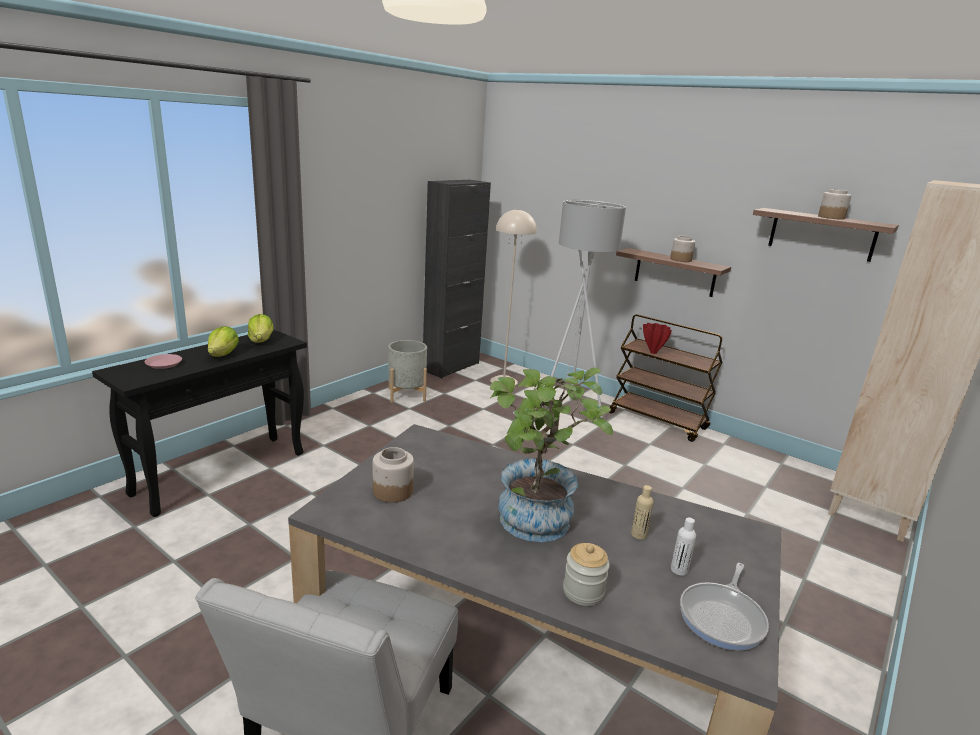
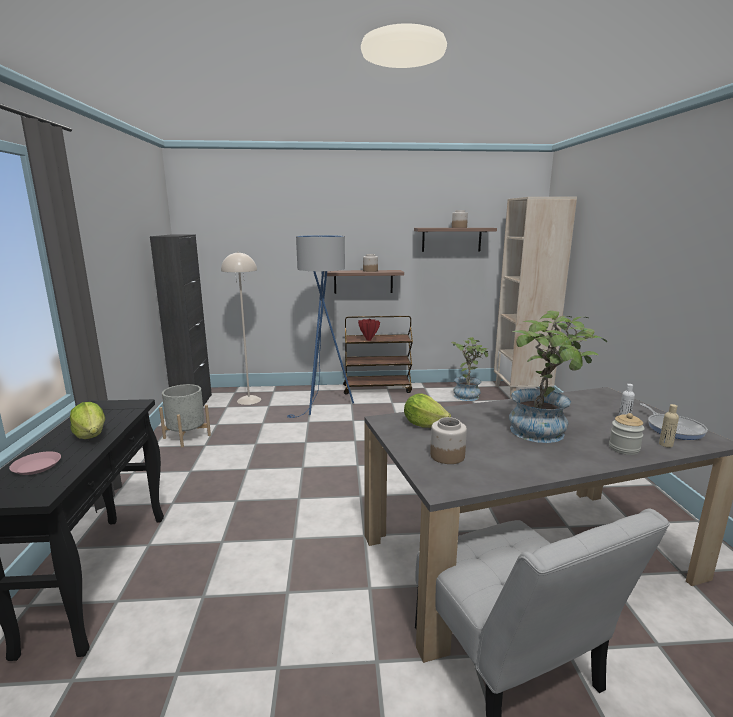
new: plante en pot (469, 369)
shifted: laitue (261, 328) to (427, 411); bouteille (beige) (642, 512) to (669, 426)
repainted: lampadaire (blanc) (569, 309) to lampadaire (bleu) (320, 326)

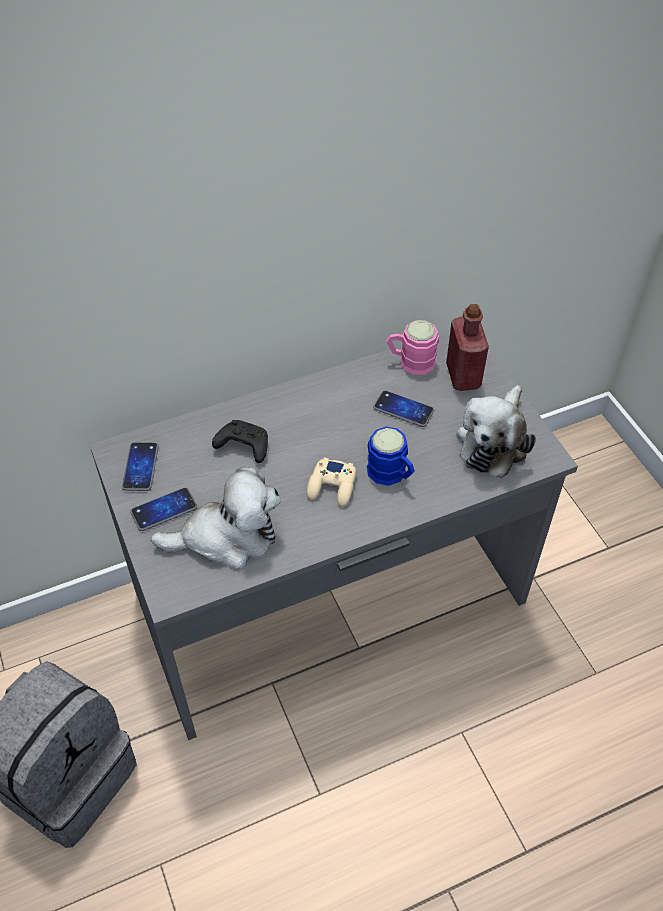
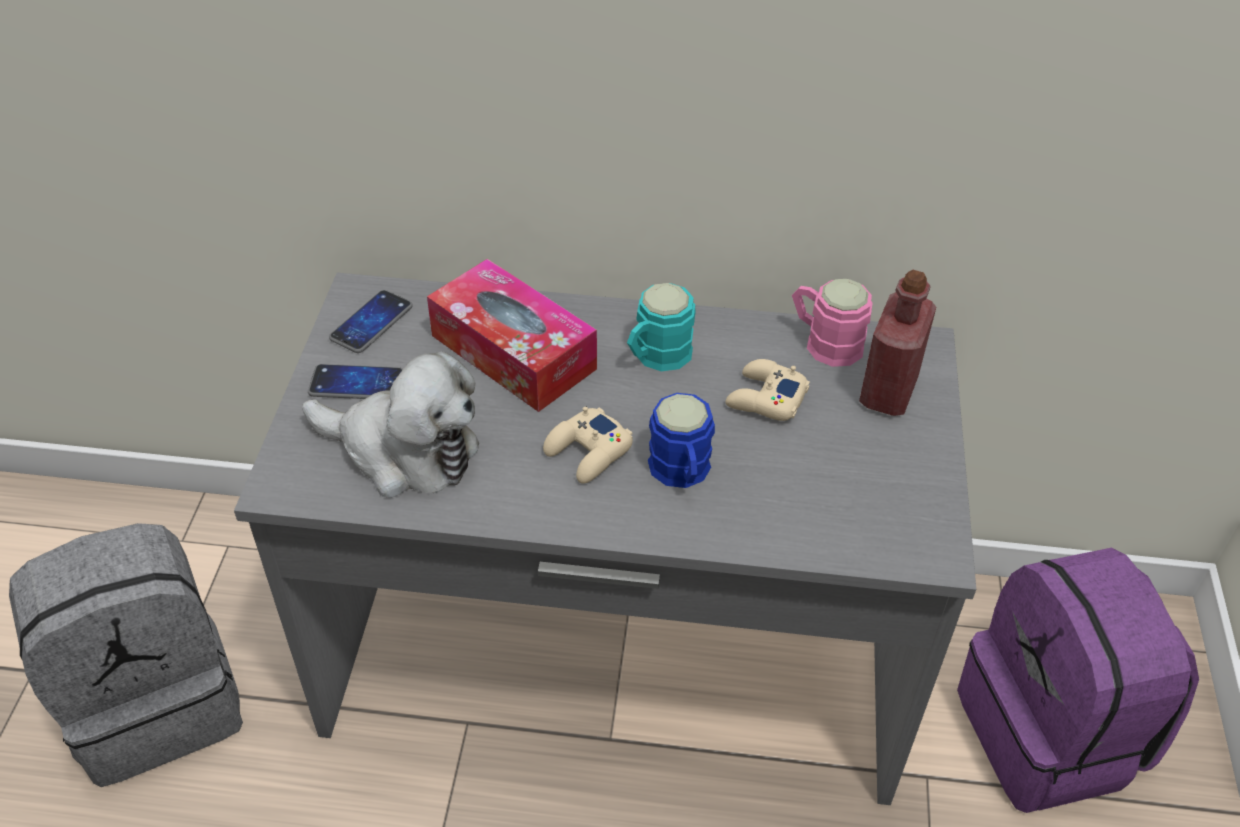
gone: peluche (496, 431)
new: mug (turquoise) (661, 327); sac à dos (violet) (1078, 680)
swapped: manette (noir) (240, 441) to boîte à mouchoirs (512, 335); téléphone (403, 408) to manette (beige) (767, 390)

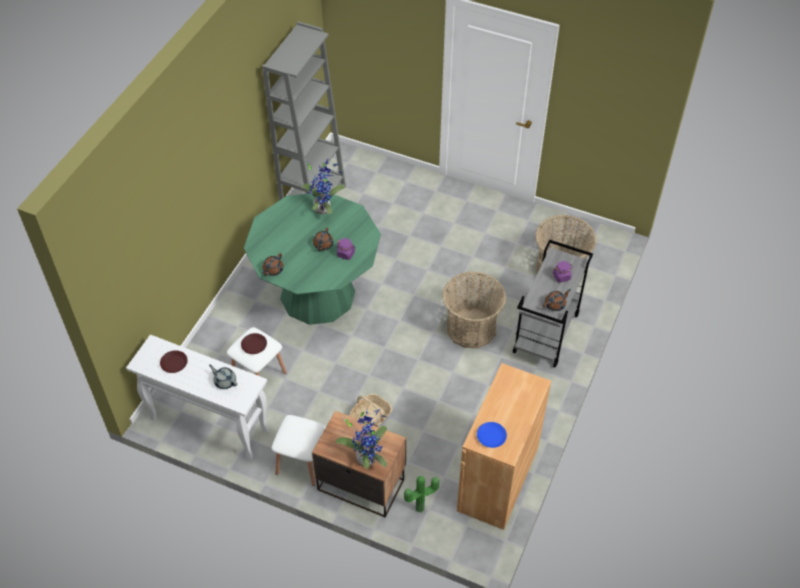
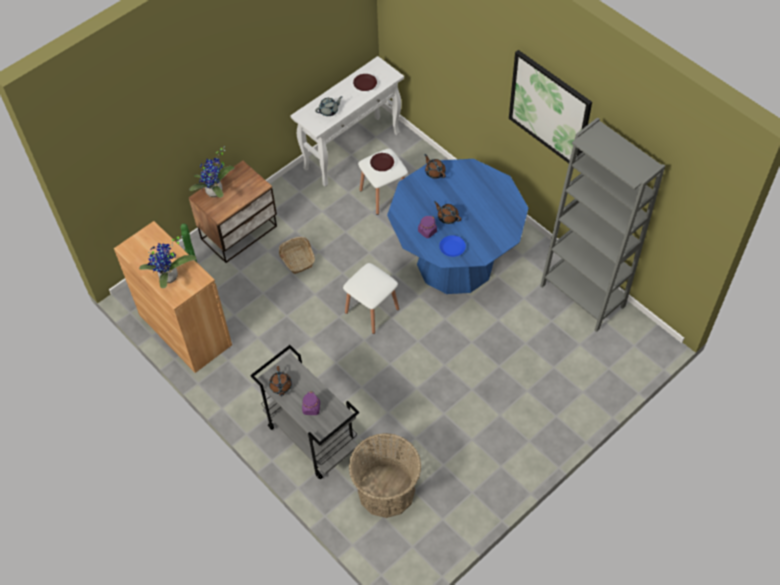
gone: panier (474, 310)
new: tableau (550, 106)
shifted: tabouret (blanc) (299, 450) to (371, 298); plante en pot (323, 186) to (167, 262); assiette (bleu) (492, 435) to (452, 246)
repainted: table à manger (vert) (312, 258) to table à manger (bleu) (457, 226)

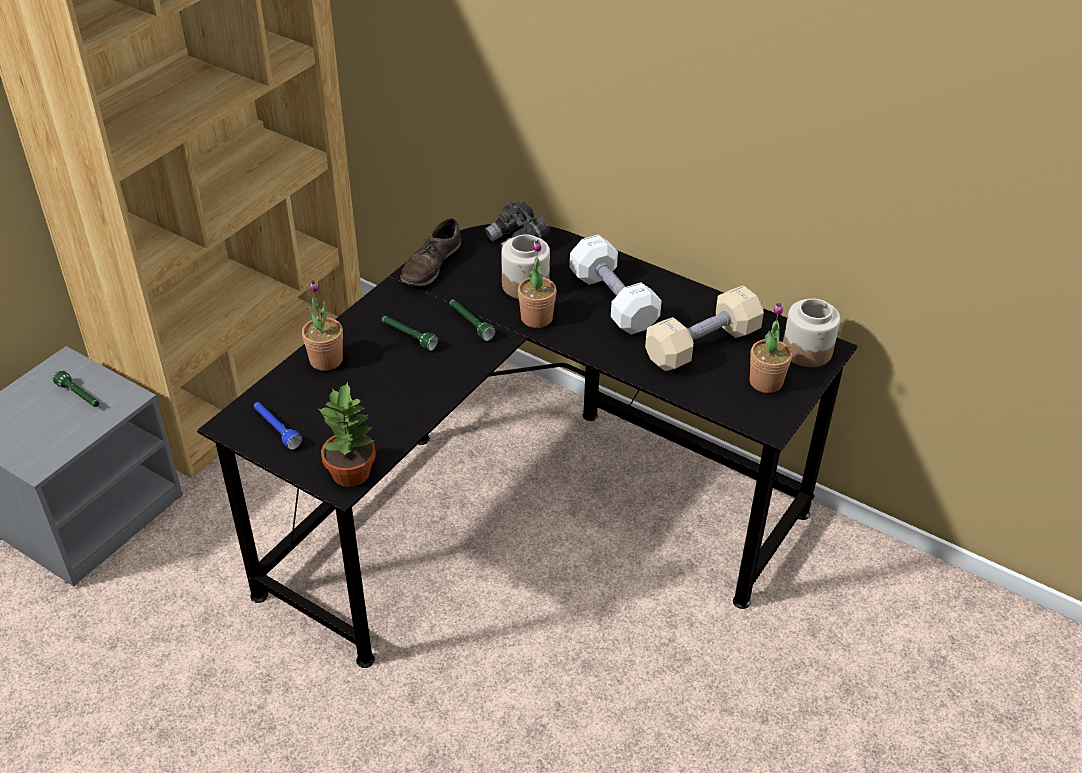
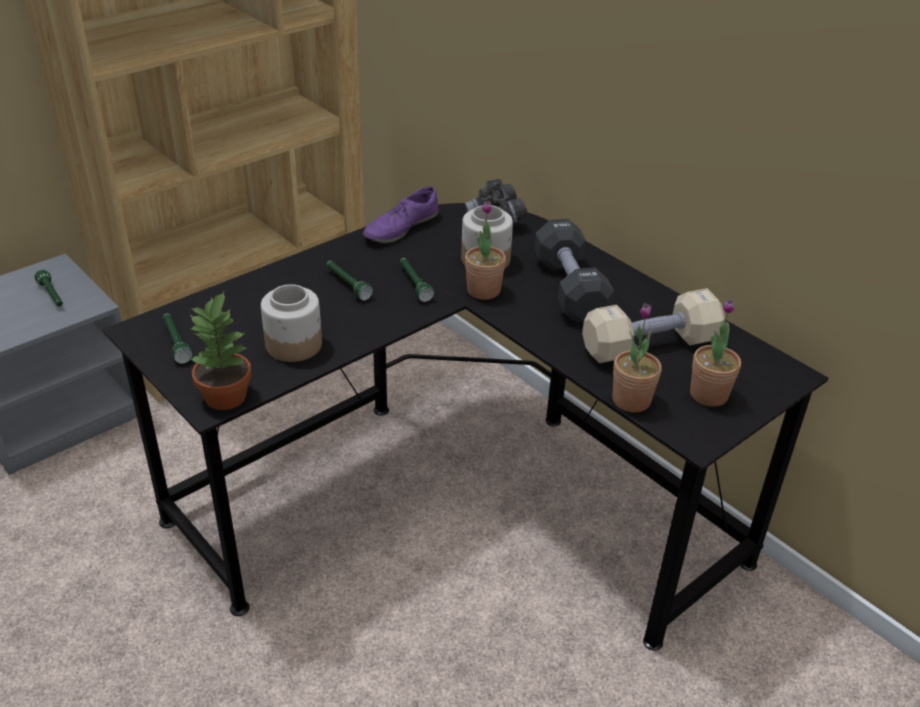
shifted: plante en pot (322, 325) to (637, 358); bocal (811, 332) to (291, 323)
repainted: lampe de poche (bleu) (278, 426) to lampe de poche (vert) (178, 338); chaussure (marron) (430, 252) to chaussure (violet) (401, 214); haltère (blanc) (616, 285) to haltère (noir) (574, 270)

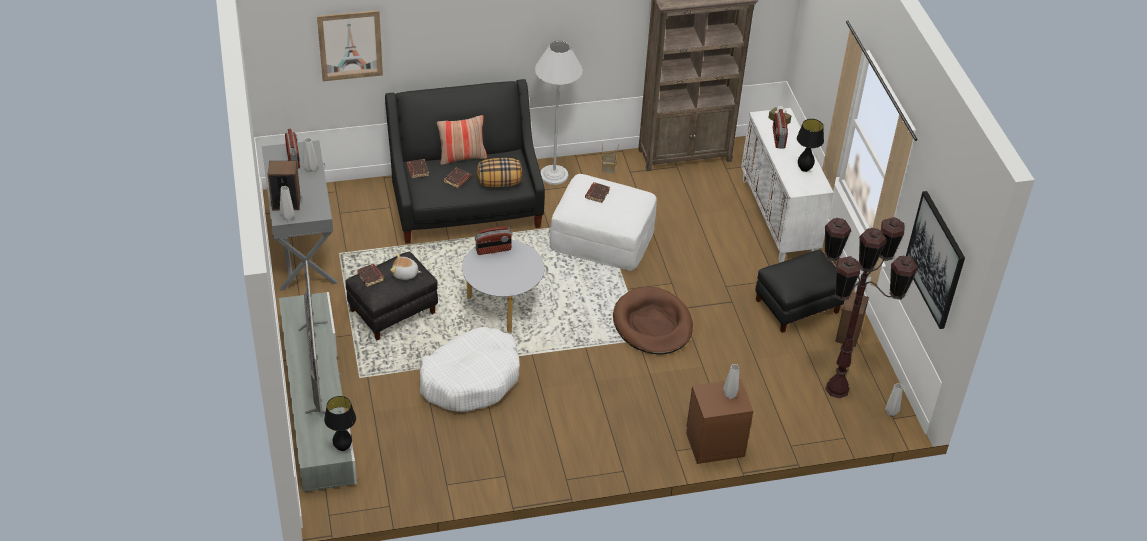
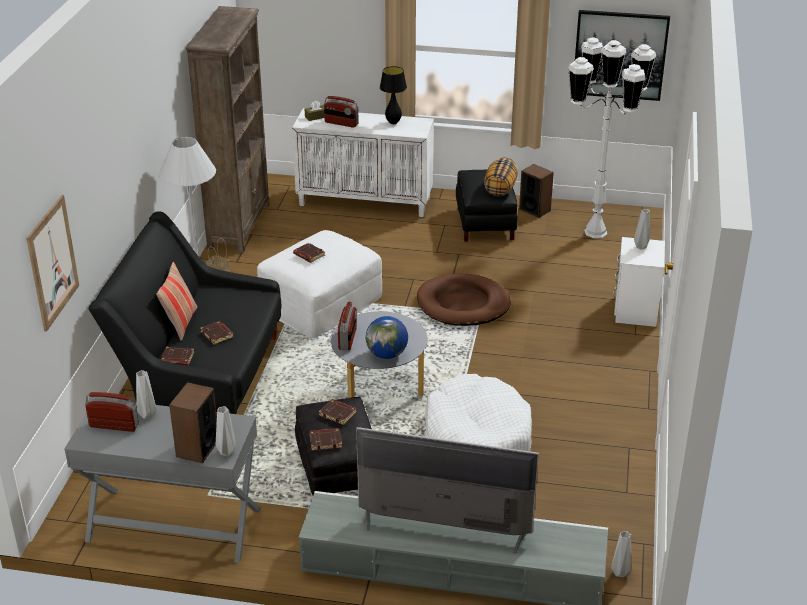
gone: lampe de table (noir) (340, 423)
new: globe (387, 337)
shifted: coussin (499, 172) to (501, 176); vase (gris) (894, 399) to (621, 554)
swapped: peluche (406, 267) to livre (marron) (338, 412)
repainted: table de chevet (marron) (719, 421) to table de chevet (blanc) (639, 282); lampadaire (marron) (871, 307) to lampadaire (blanc) (612, 137)

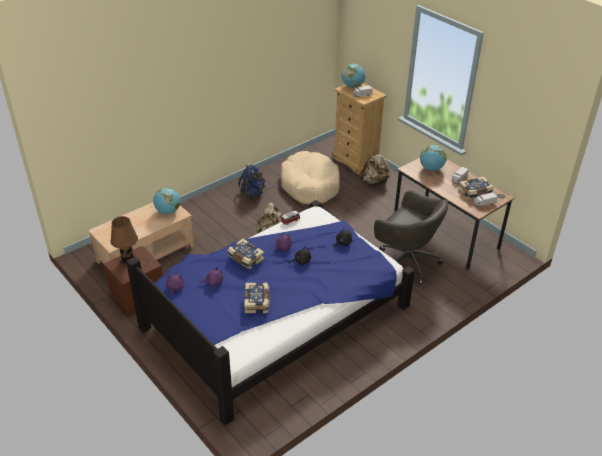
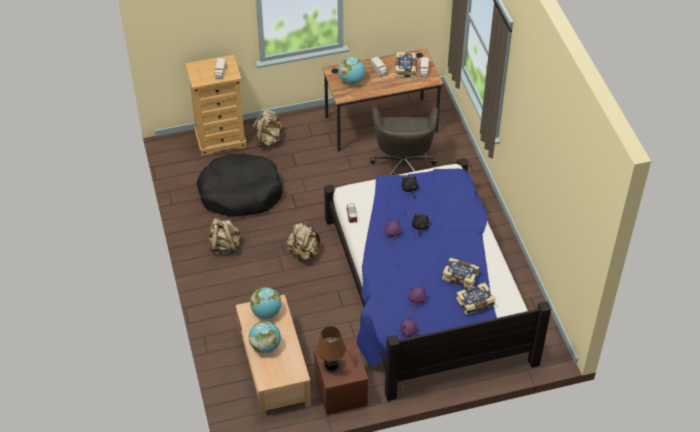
shifted: livre (246, 254) to (476, 299); globe (353, 76) to (265, 337)
repainted: sac à dos (bleu) (251, 182) to sac à dos (beige) (225, 236); panier pour chien (beige) (310, 177) to panier pour chien (noir) (240, 185)
rotated: chaise de bureau (gris) (411, 237) = (404, 140) 120 degrees clockwise

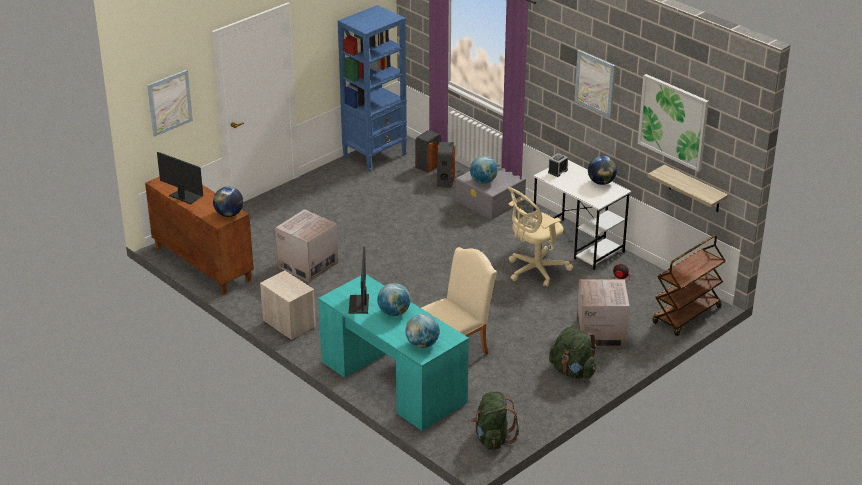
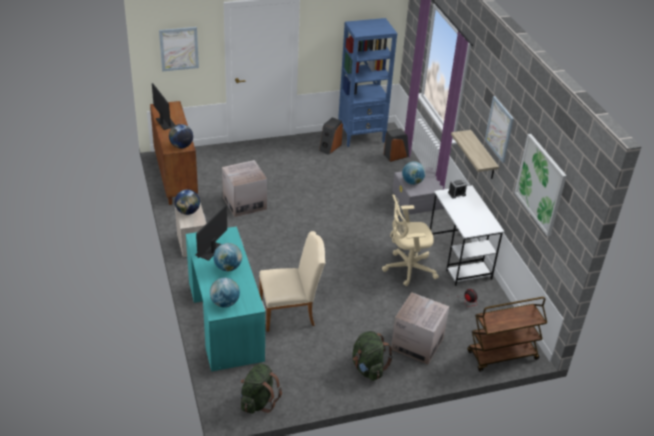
shifted: enceinte (446, 165) to (331, 136); globe (602, 170) to (187, 202); étagère (687, 188) to (475, 154)

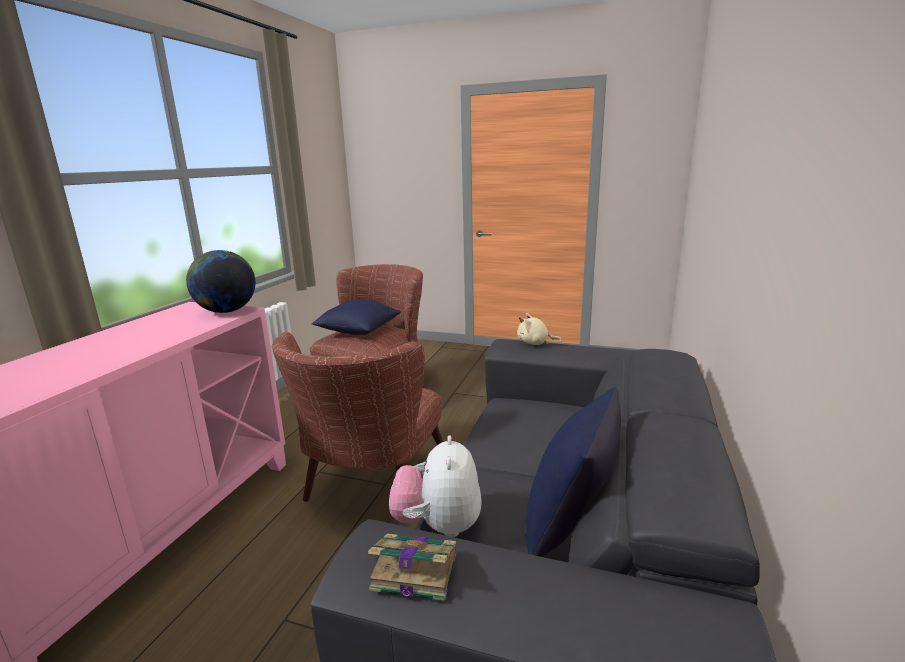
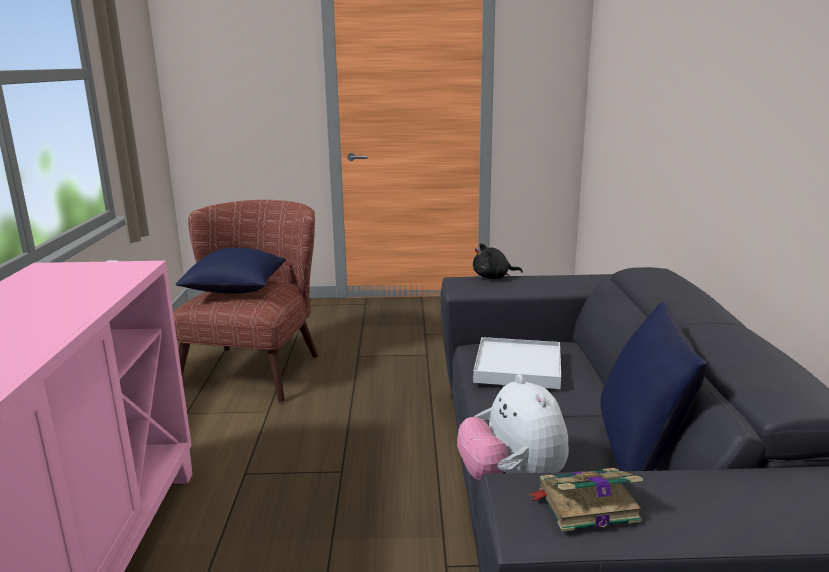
gone: globe (220, 281); fauteuil (marron) (357, 417)
new: plateau (blanc) (517, 363)
repainted: peluche (beige) (539, 329) to peluche (noir) (498, 261)

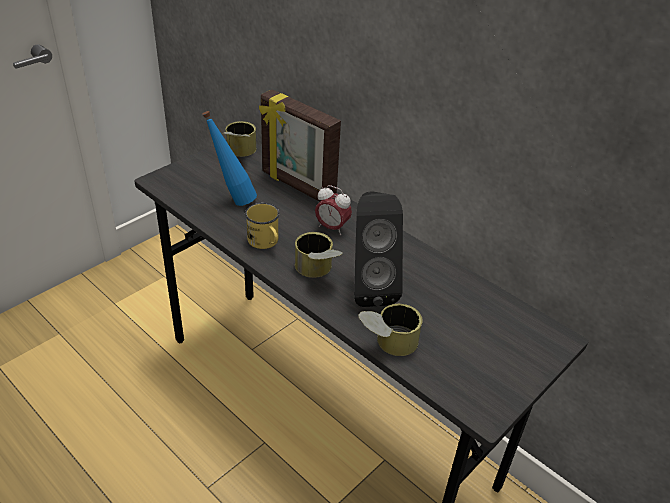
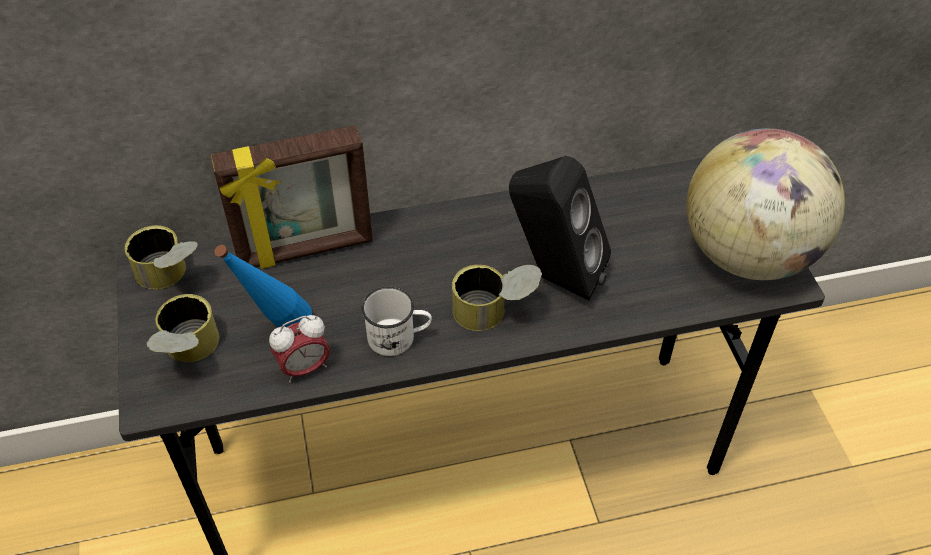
new: globe (766, 204)
shifted: réveil (333, 210) to (299, 349); boîte métallique (390, 330) to (183, 328)
repainted: mug (jaune) (262, 226) to mug (blanc) (396, 321)

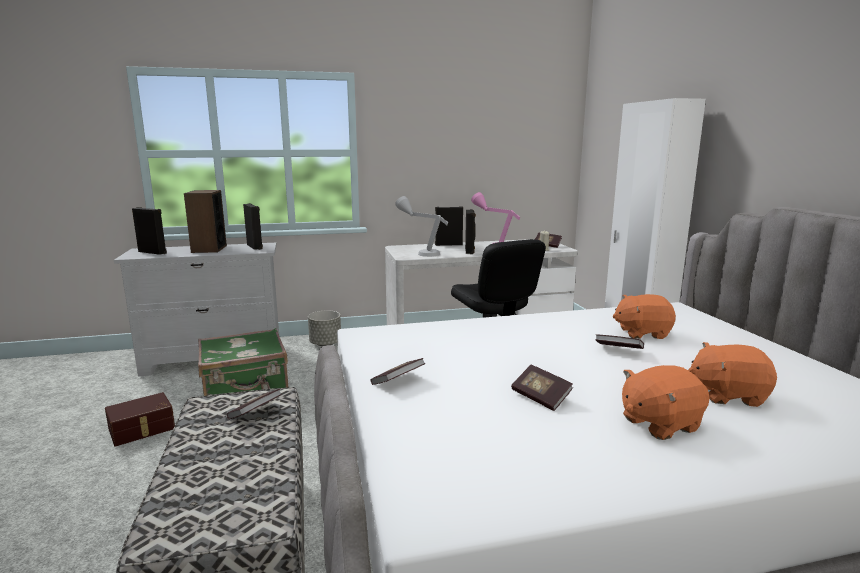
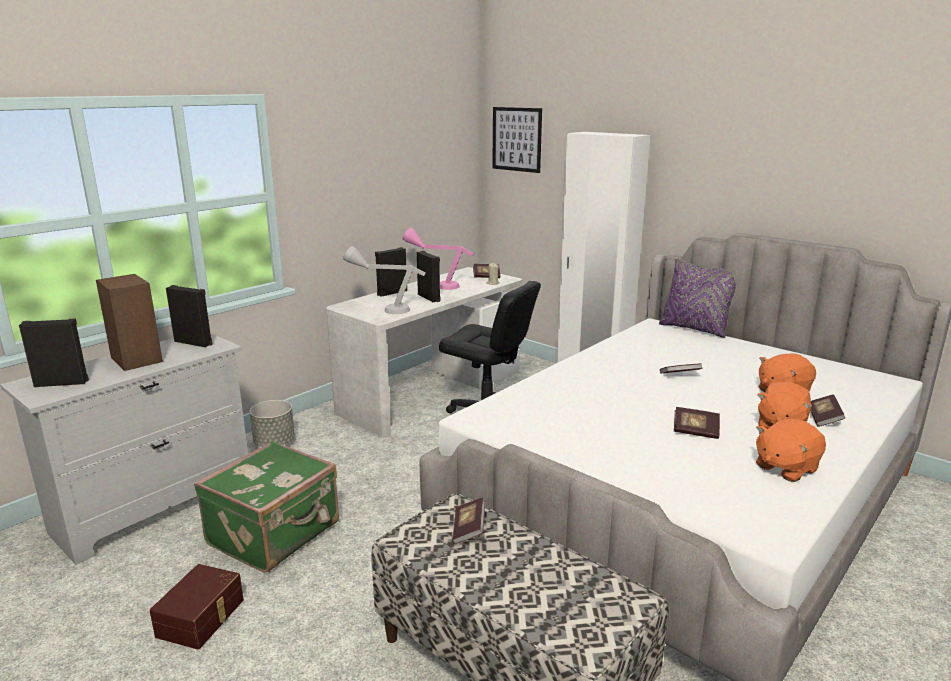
new: tableau (517, 140); coussin (violet) (697, 298)
shifted: livre (398, 371) to (828, 410); peluche (orange) (644, 316) to (791, 450)

